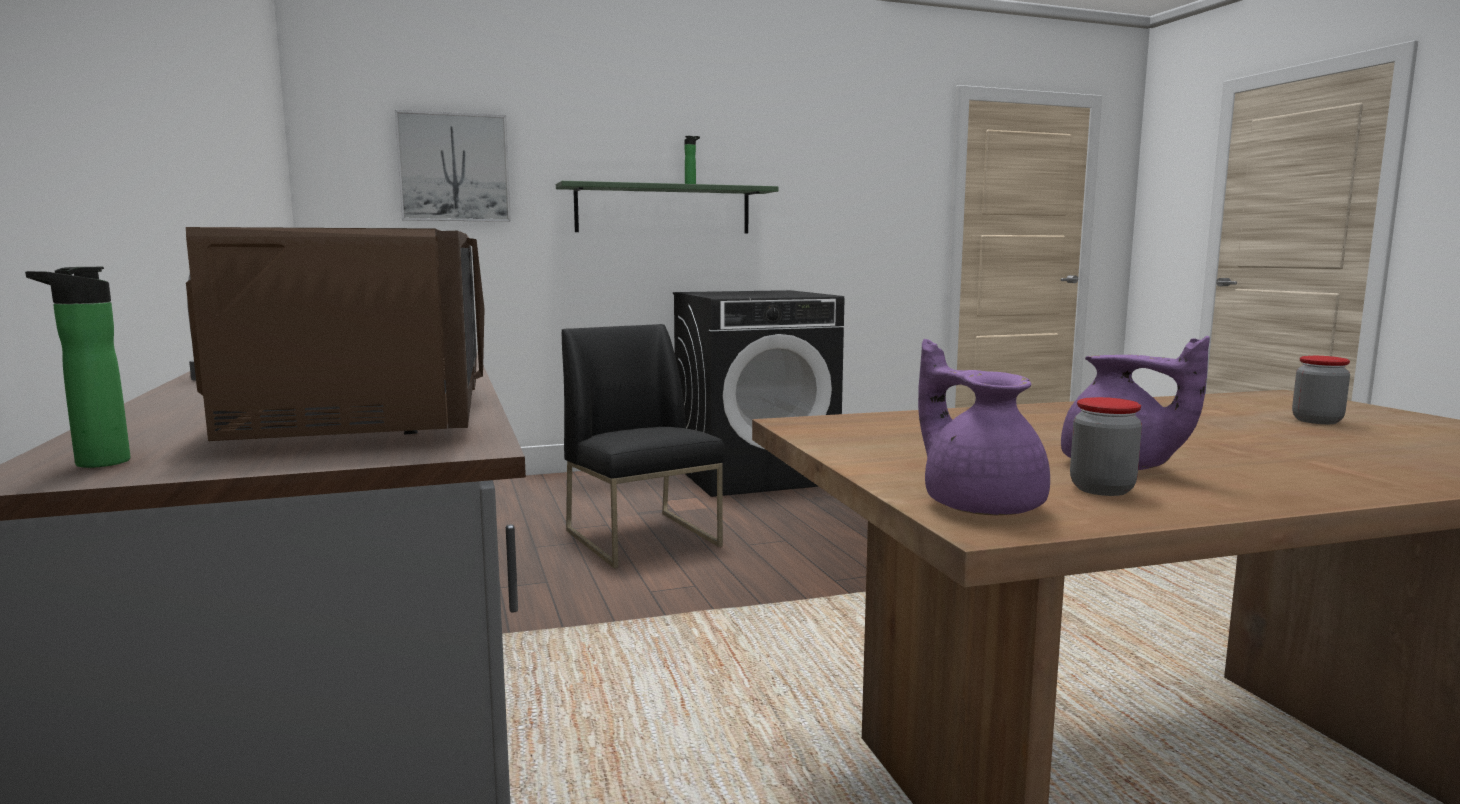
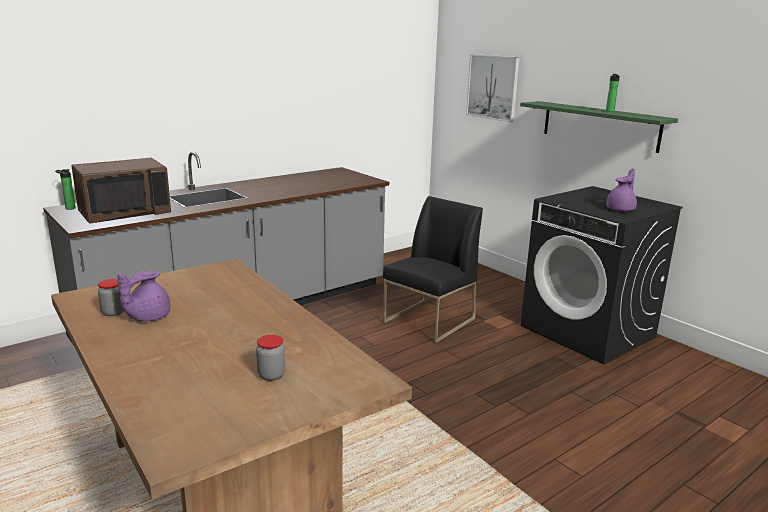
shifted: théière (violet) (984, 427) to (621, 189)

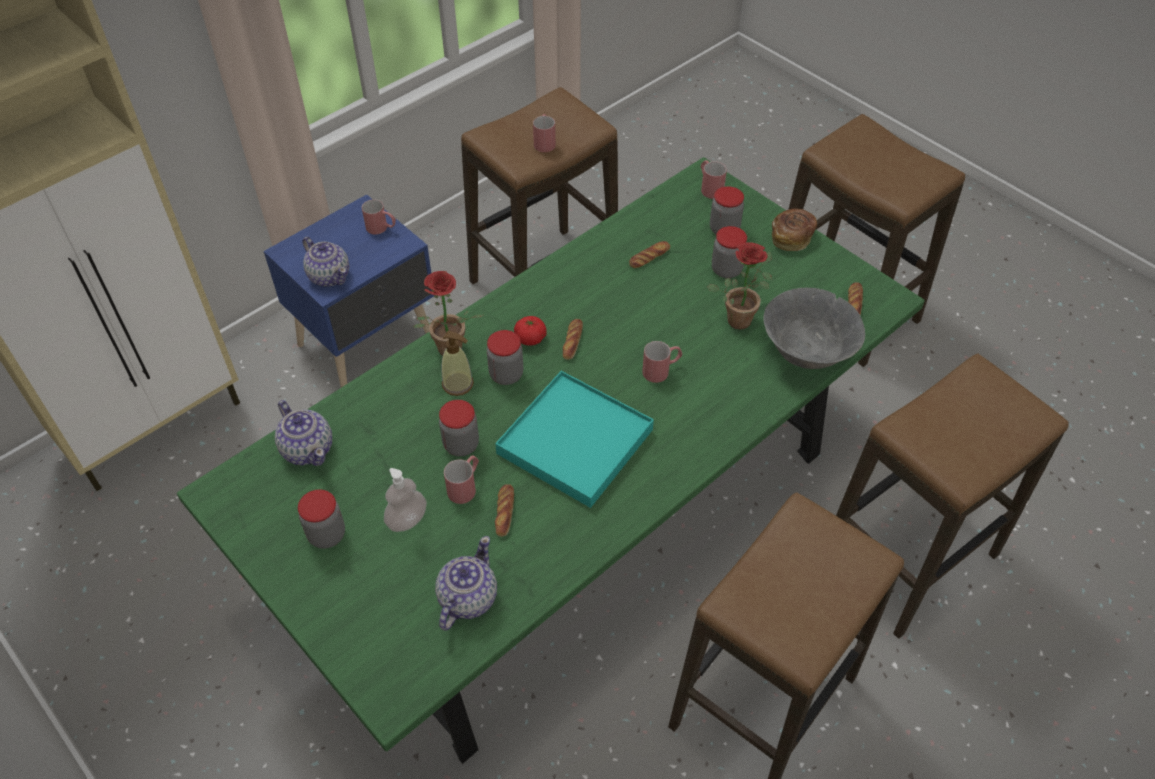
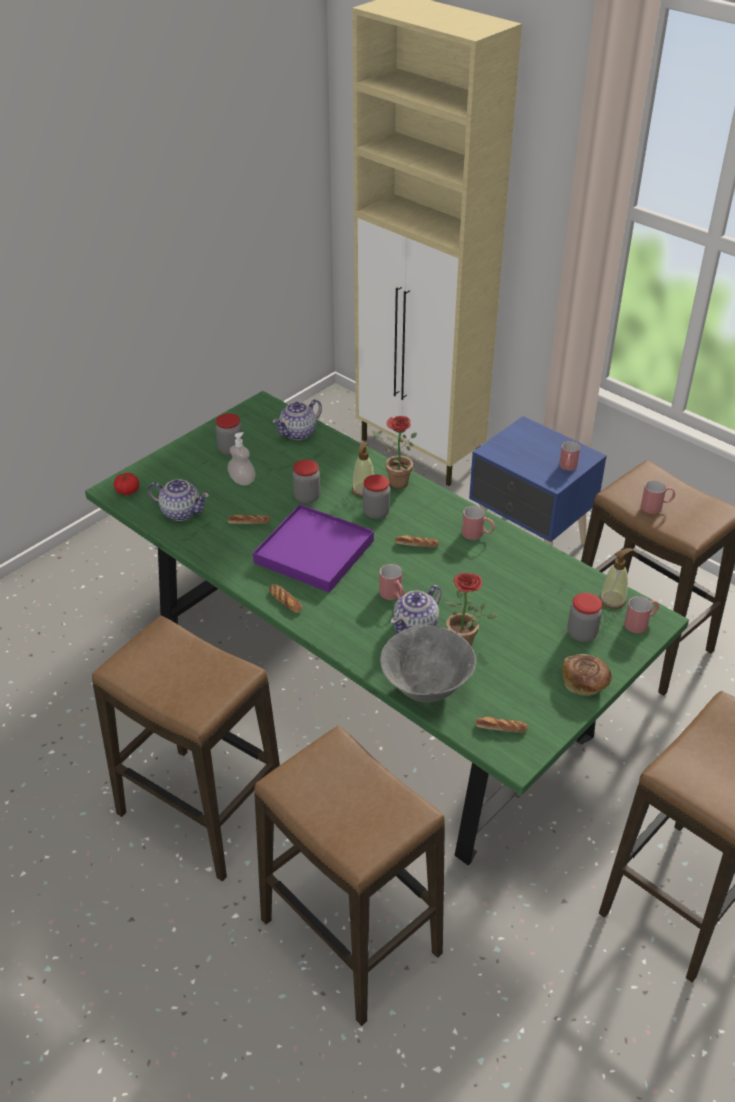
gone: bocal (729, 252)
new: distributeur de savon (616, 578)
shifted: théière (325, 262) to (416, 609); mug (rouge) (461, 480) to (478, 523); tomate (530, 330) to (126, 484); pain (649, 254) to (285, 598)
repainted: plateau (turquoise) (574, 439) to plateau (violet) (313, 548)

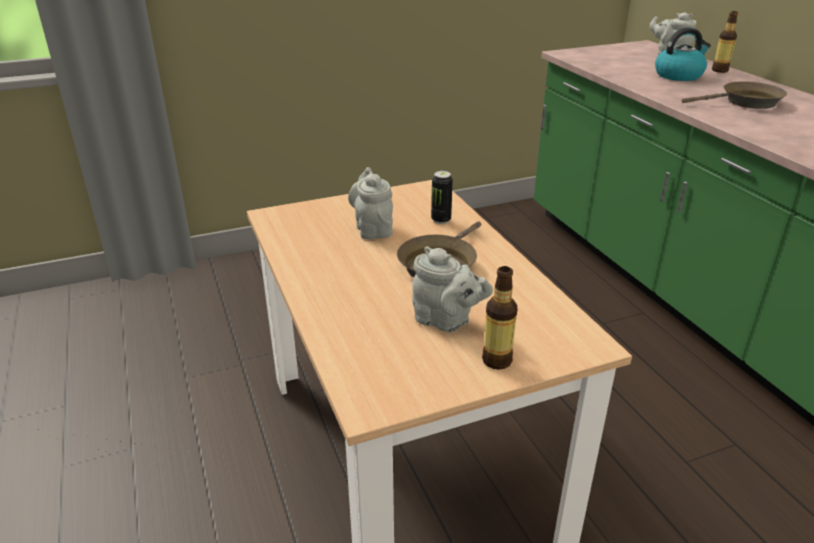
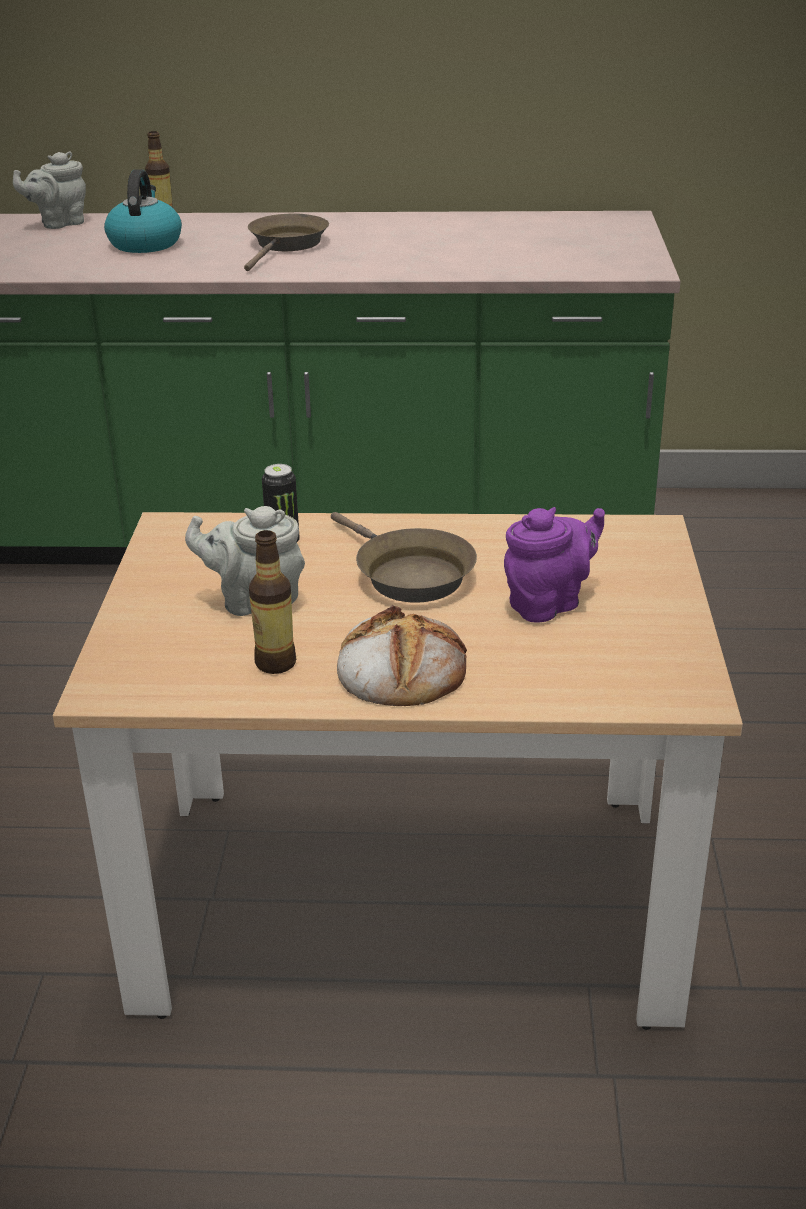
new: pain (402, 655)
shifted: bouteille (500, 318) to (273, 602)
repainted: théière (gris) (452, 289) to théière (violet) (554, 565)

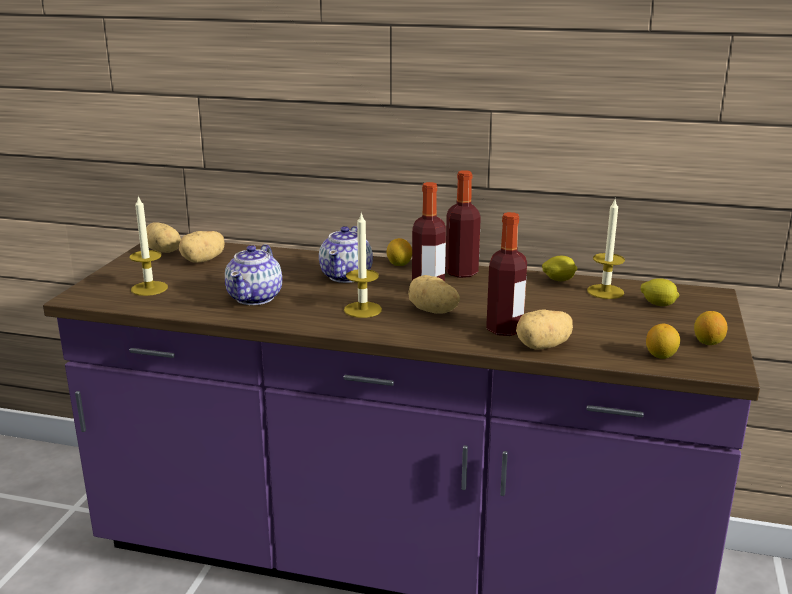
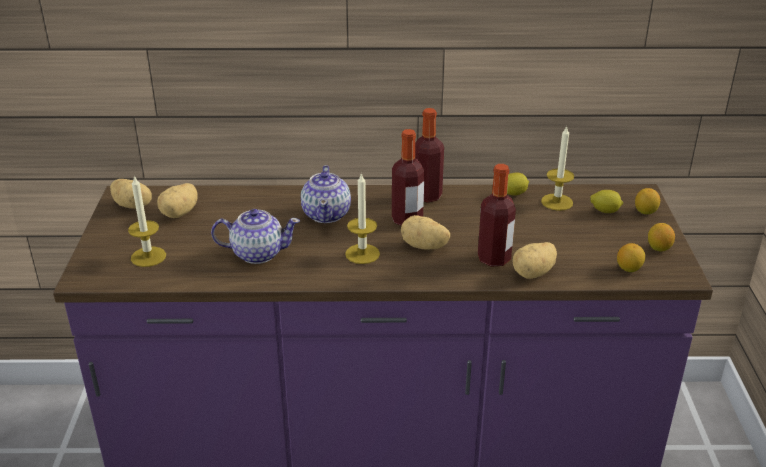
shifted: citron (399, 252) to (647, 201)
rotated: théière (253, 274) = (255, 236) 90 degrees counterclockwise

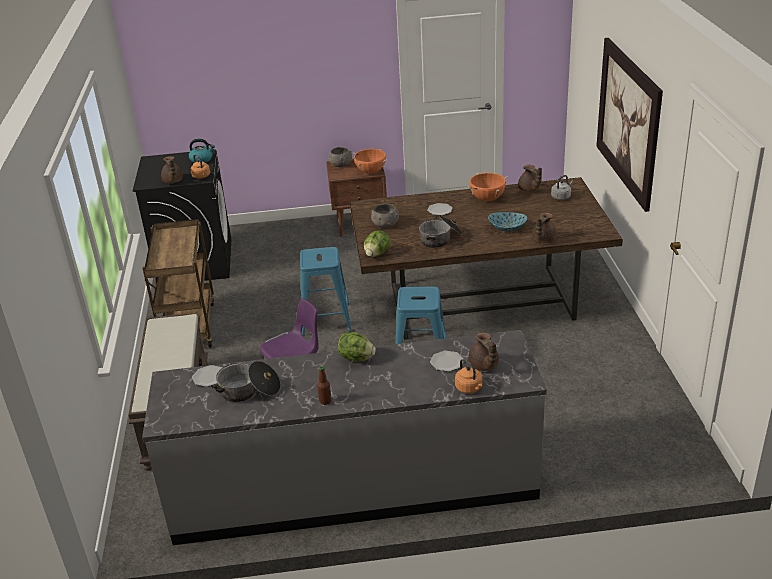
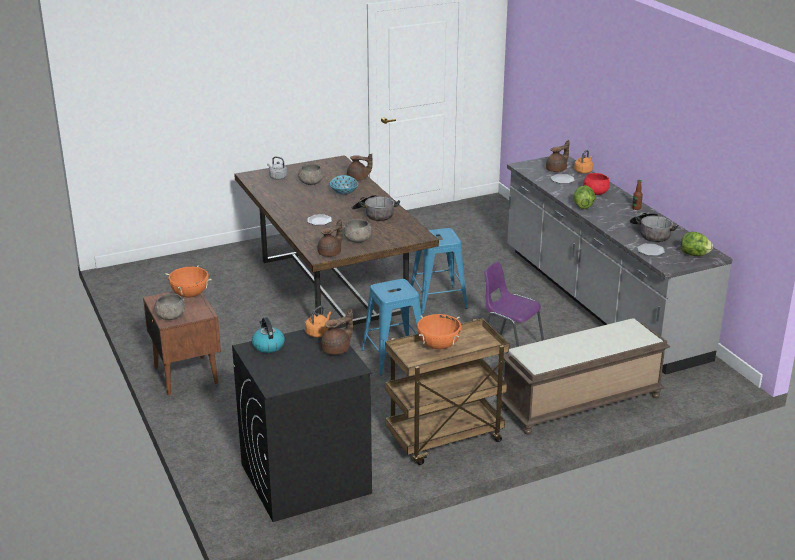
gone: tableau (629, 125)
new: bol (gris) (310, 174); bol (rouge) (596, 184)
shifted: laitue (377, 243) to (697, 244); marmite (orange) (487, 187) to (439, 332); théière (marron) (530, 178) to (330, 238)

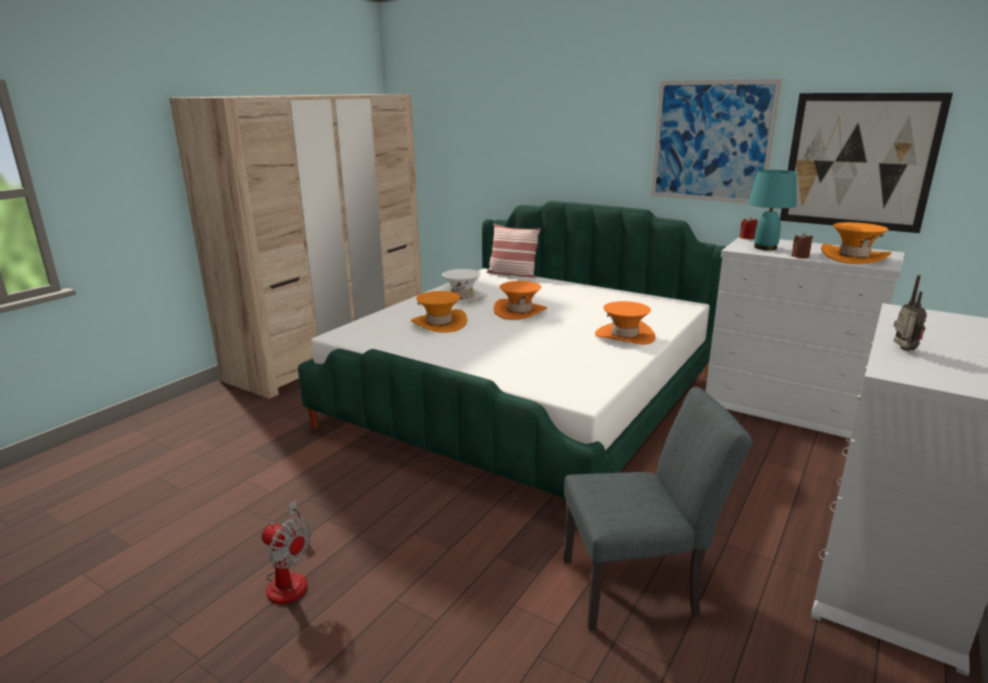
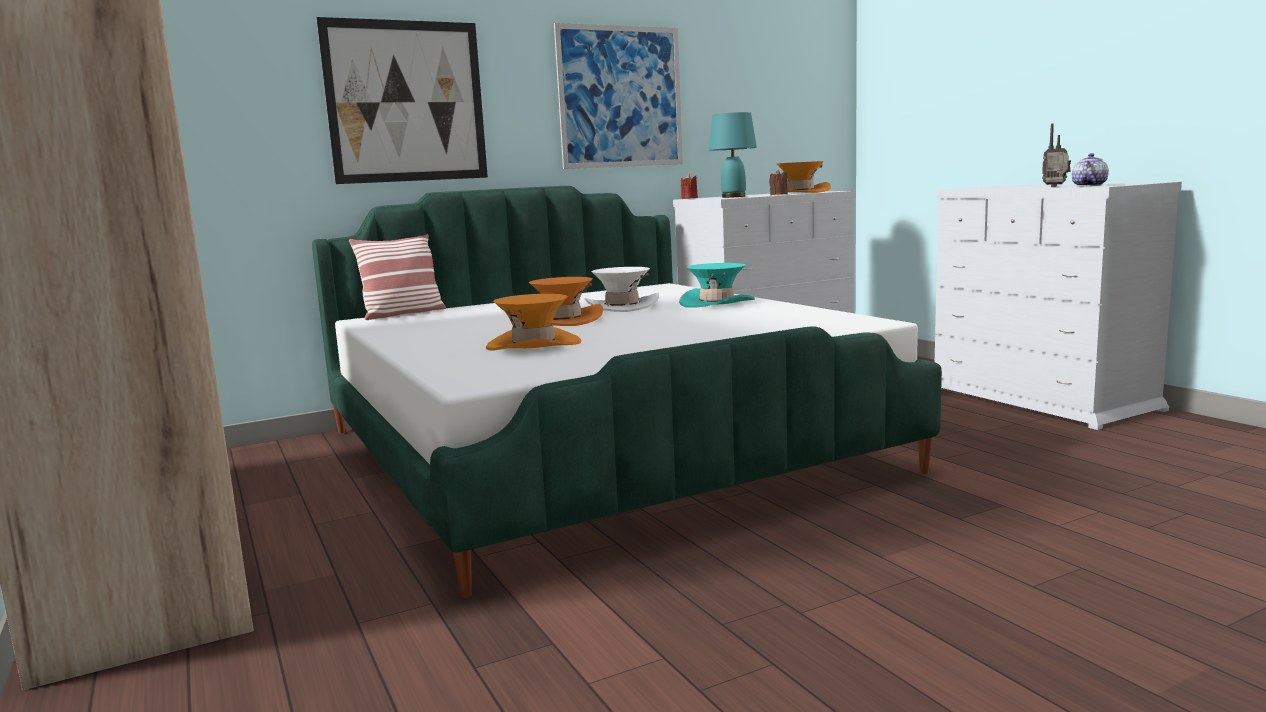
gone: ventilateur (286, 552); chaise (gris) (658, 508)
new: théière (1090, 169)
shifted: chapeau (blanc) (463, 286) to (622, 289); tableau (866, 163) to (402, 100)
repainted: chapeau (orange) (625, 323) to chapeau (turquoise) (717, 285)

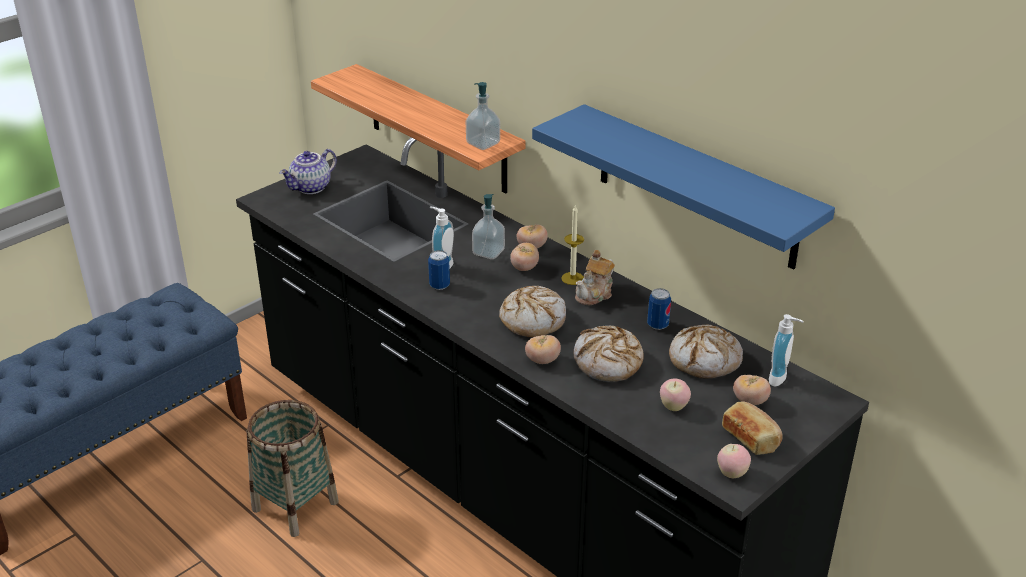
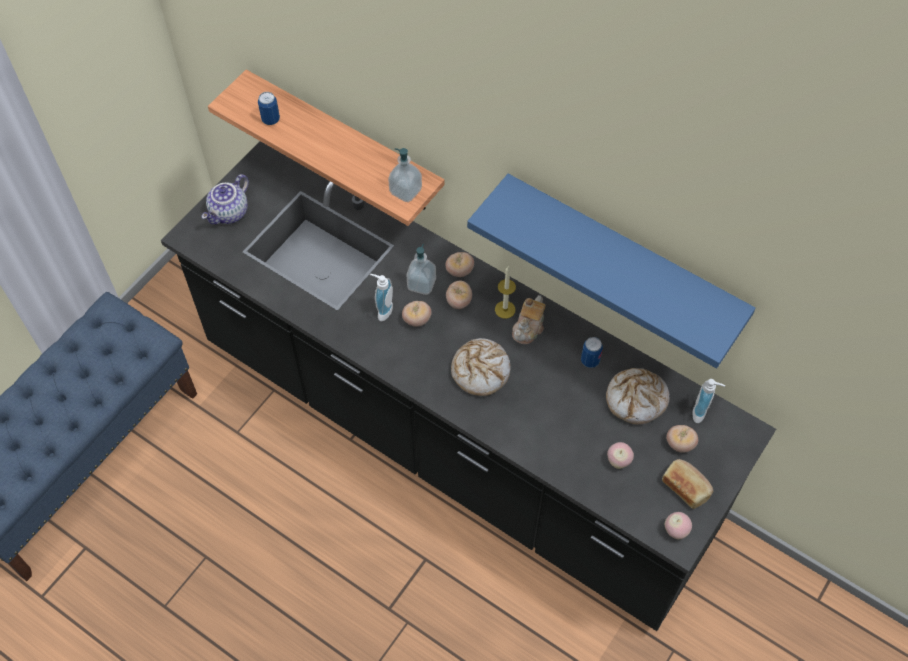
gone: panier (292, 468); pain (608, 354)
shifted: boîte métallique (439, 270) to (269, 108); tomate (543, 349) to (417, 314)

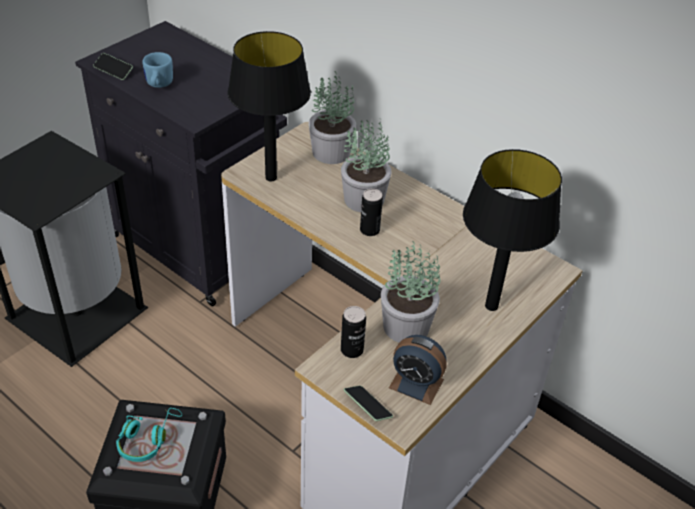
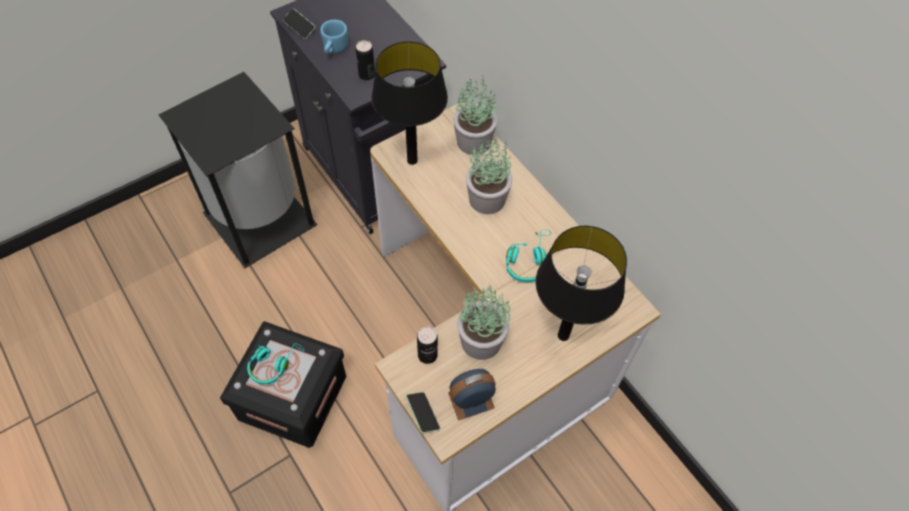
new: casque audio (turquoise) (528, 255)
shifted: boîte métallique (371, 212) to (365, 60)
rotated: réveil (418, 370) = (472, 395) 120 degrees clockwise

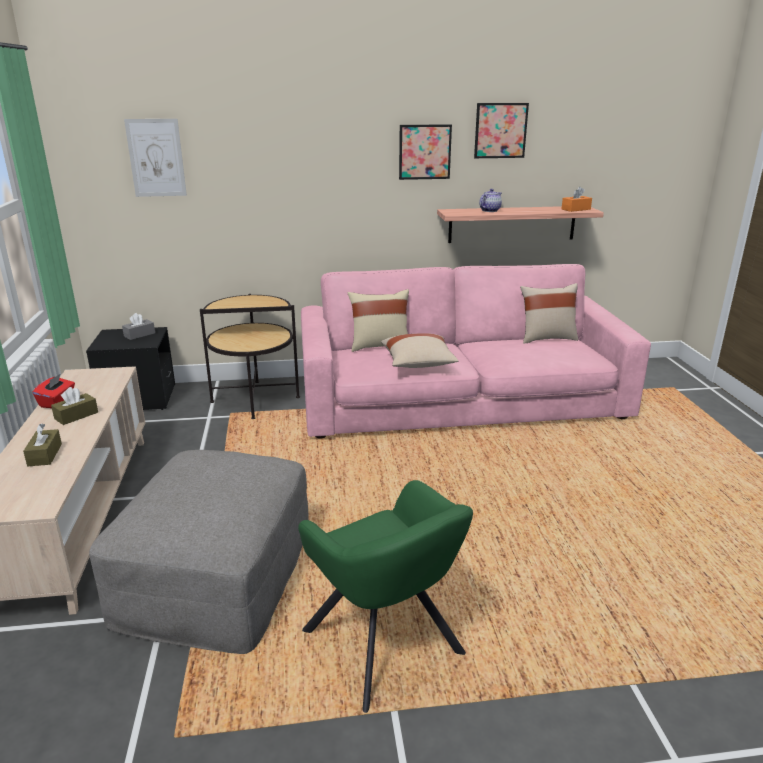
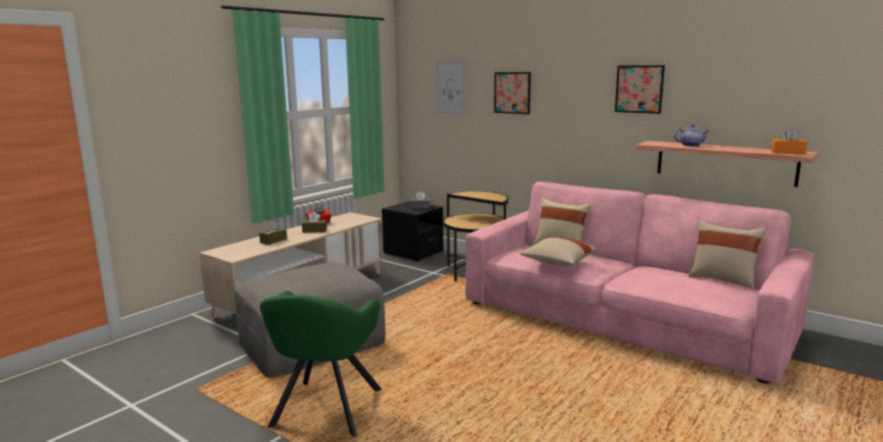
shifted: tableau (501, 130) to (512, 93)

